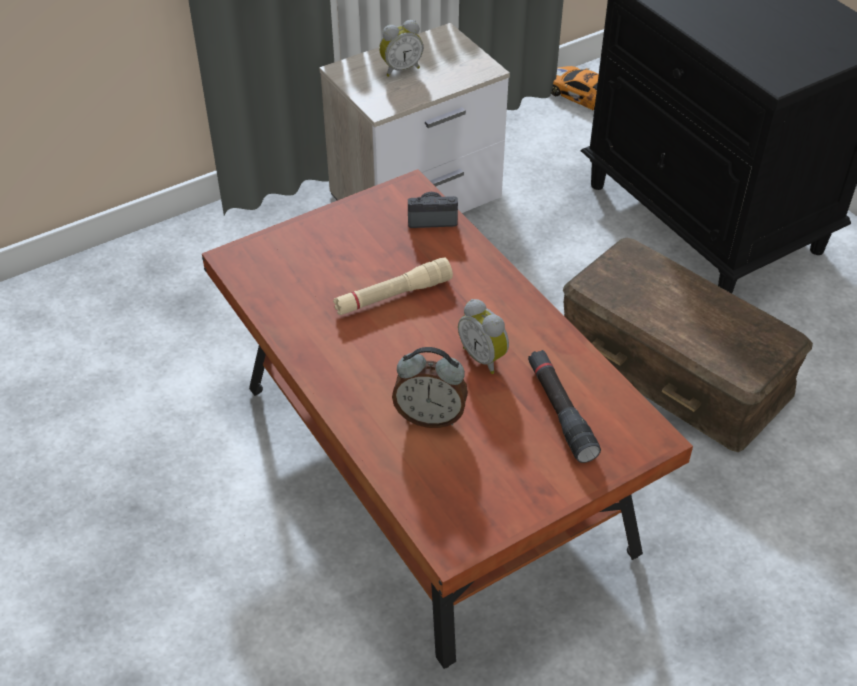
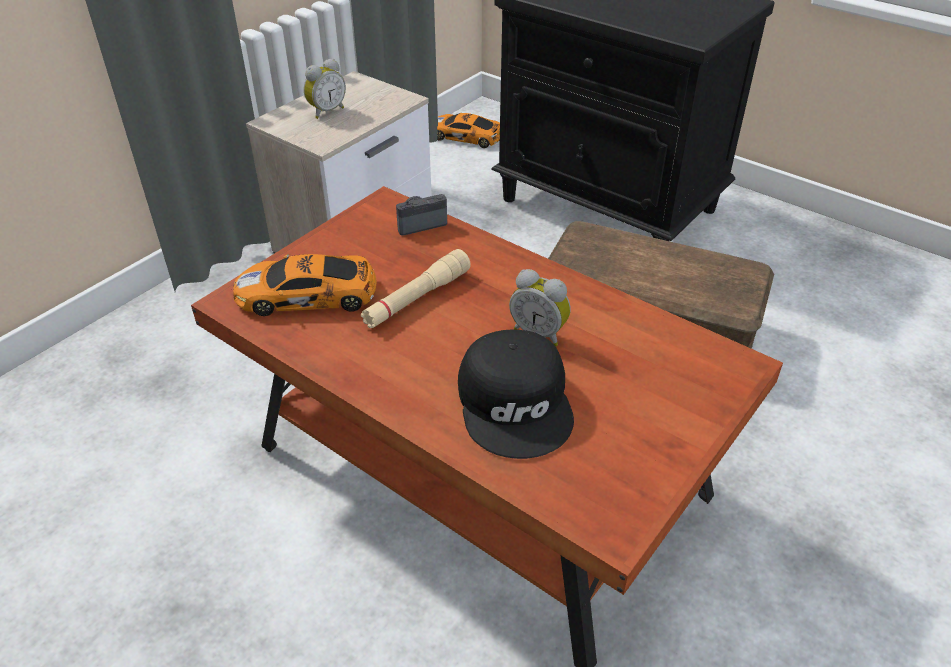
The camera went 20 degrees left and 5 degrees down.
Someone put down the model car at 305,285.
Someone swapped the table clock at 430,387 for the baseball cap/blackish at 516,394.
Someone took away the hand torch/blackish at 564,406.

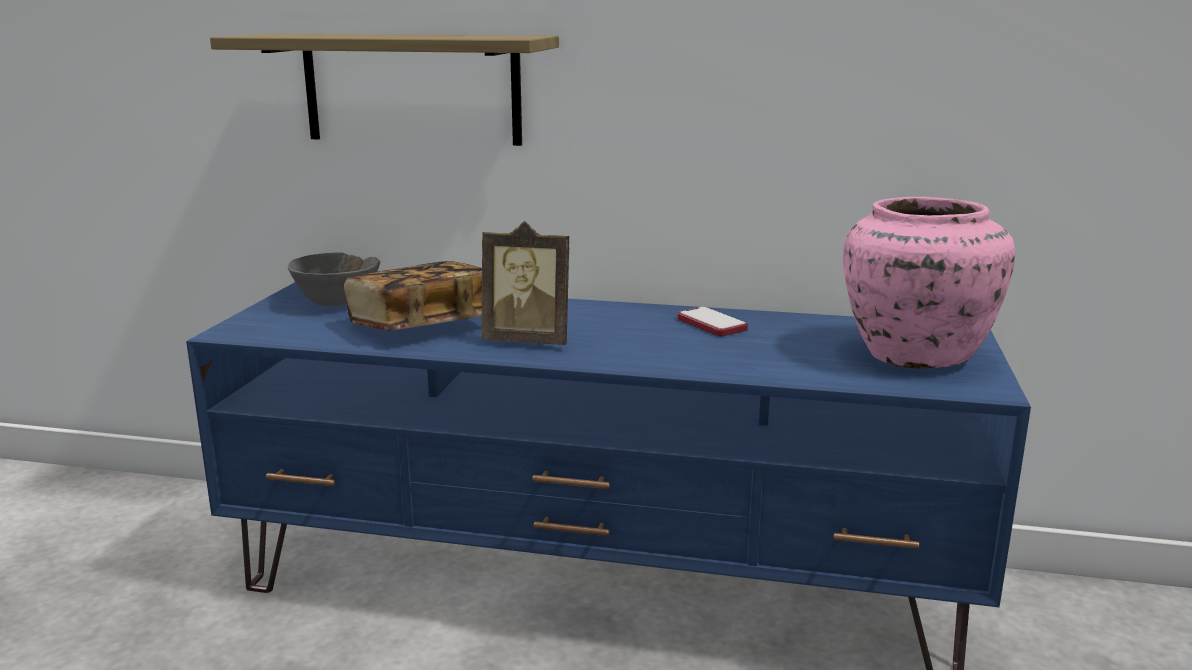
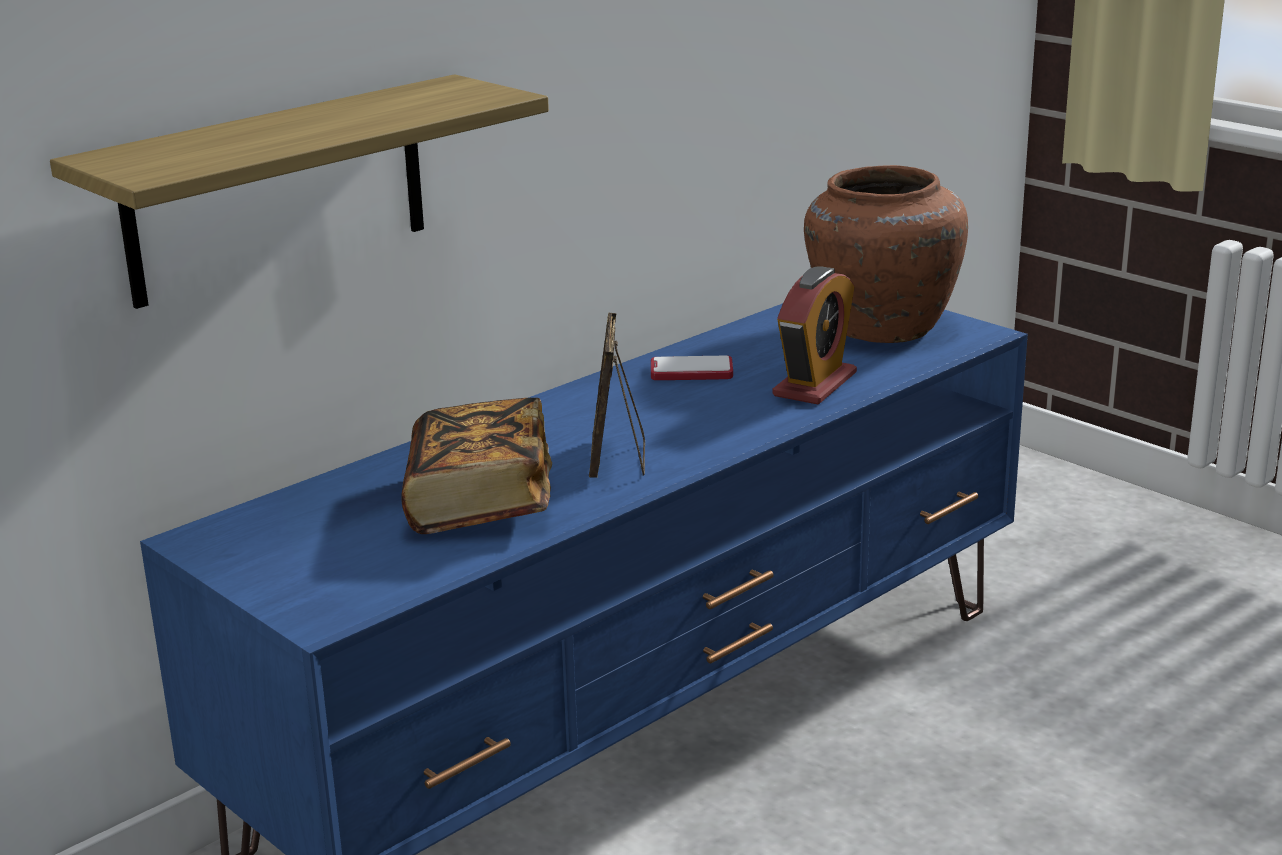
The camera went 55 degrees left and 5 degrees up.
Someone rotated the standing frame at 525,283 by 135 degrees clockwise.
Someone put down the table clock at 815,335.
Someone repainted the flower vase/pinkish at 929,283, which became the flower vase/brown-coloured at 886,254.
Someone took away the bowl/greyish at 334,279.

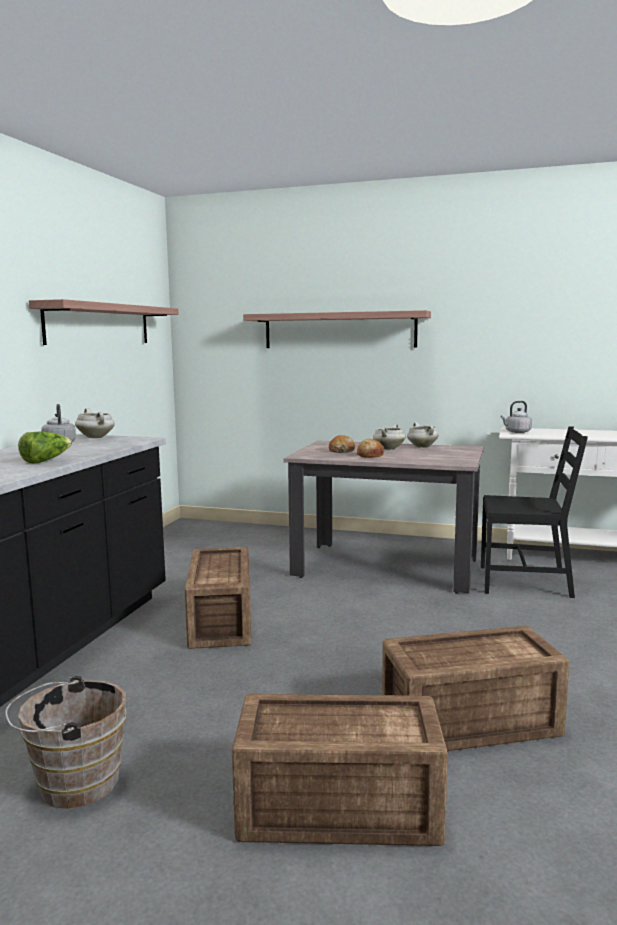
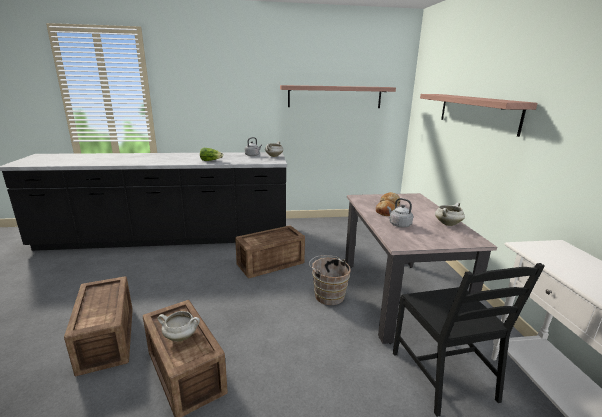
The camera went 65 degrees right and 10 degrees up.
Someone carried the cooking pot/whitish from 389,437 to 179,326.
Someone carried the pail/brown-coloured from 66,742 to 330,280.
Someone carried the water kettle/greyish from 516,417 to 400,212.

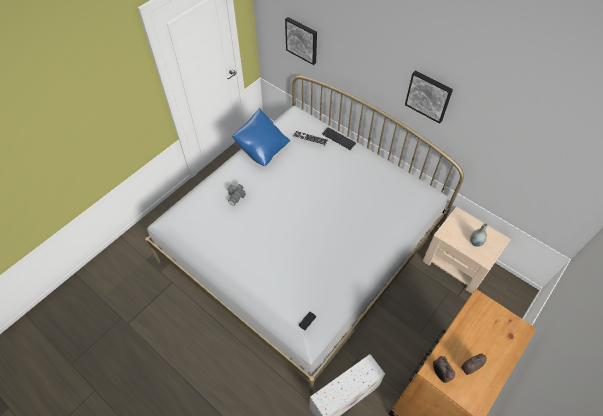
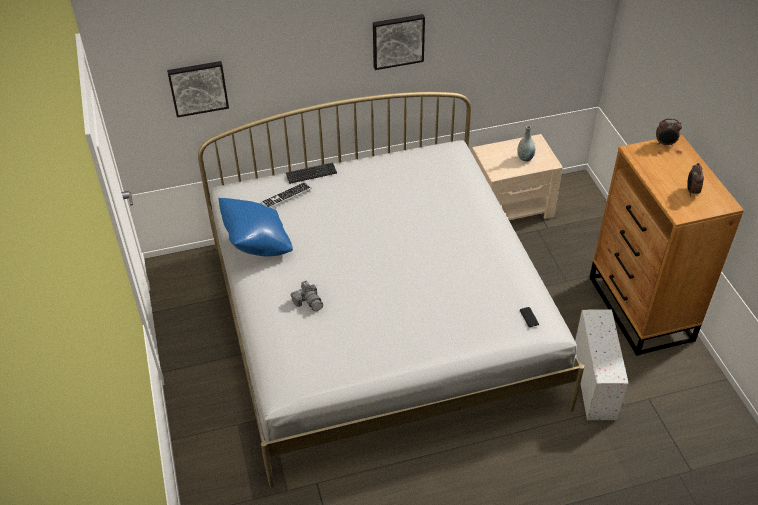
The camera went 55 degrees left and 10 degrees down.
Someone carried the table clock from 444,369 to 669,132.

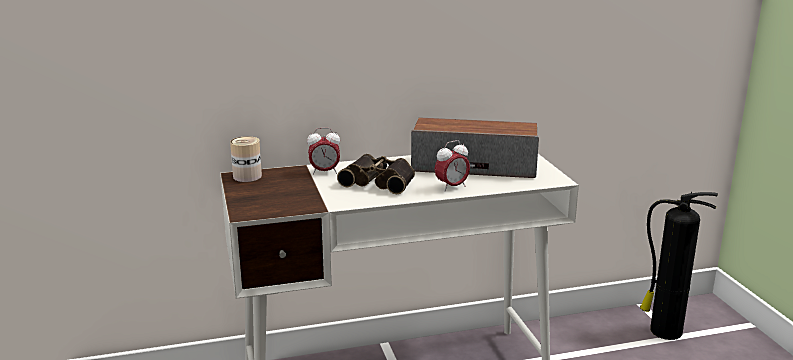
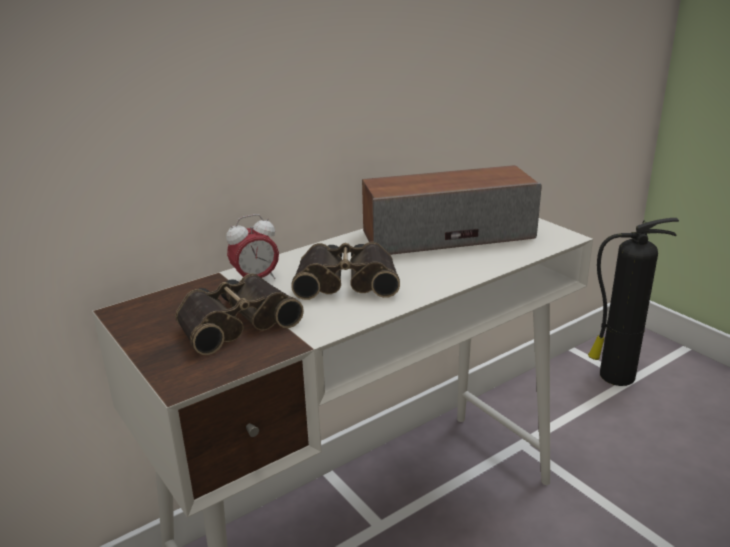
The camera went 20 degrees left and 5 degrees up.
Someone put down the binoculars at 239,314.
Someone took away the metal can at 246,159.
Someone took away the table clock at 452,165.

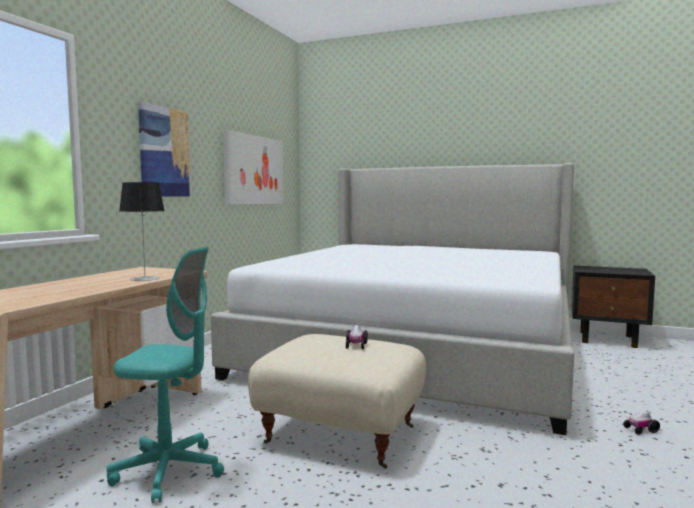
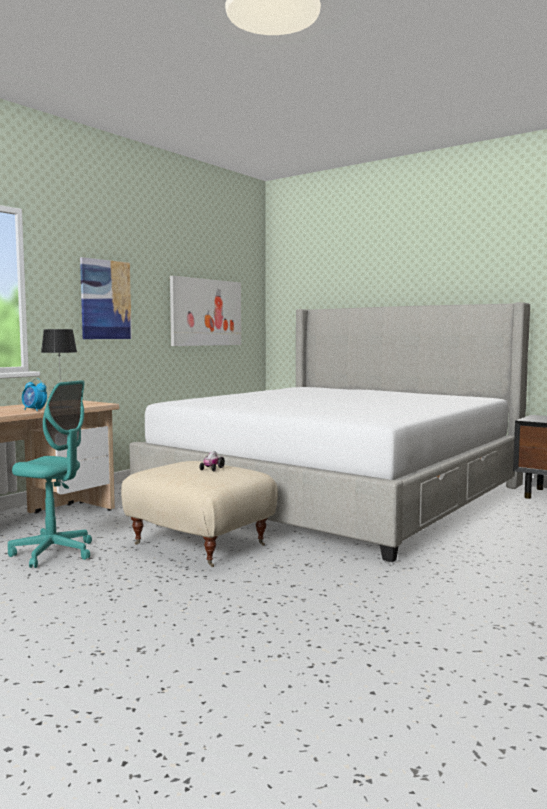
The camera went 15 degrees right and 0 degrees up.
Someone put down the table clock at 34,394.
Someone took away the model car at 641,423.

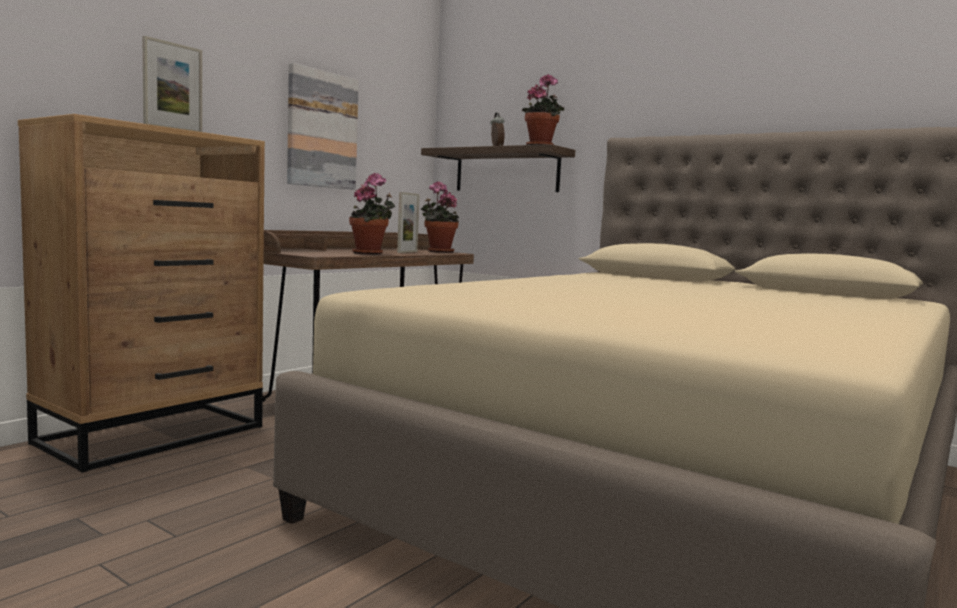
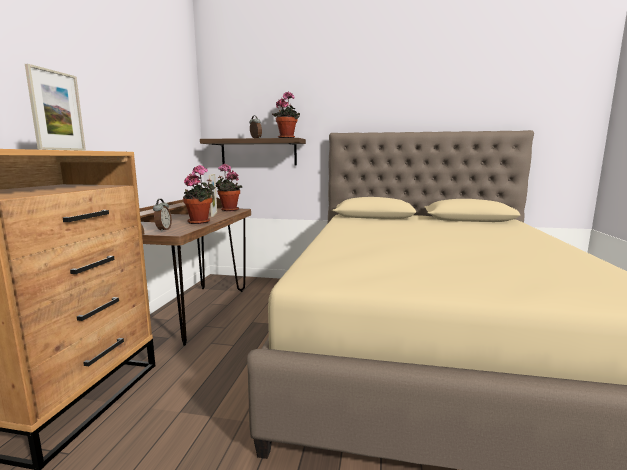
The camera went 25 degrees left and 5 degrees up.
Someone put down the table clock at 162,215.
Someone took away the wall picture at 323,126.

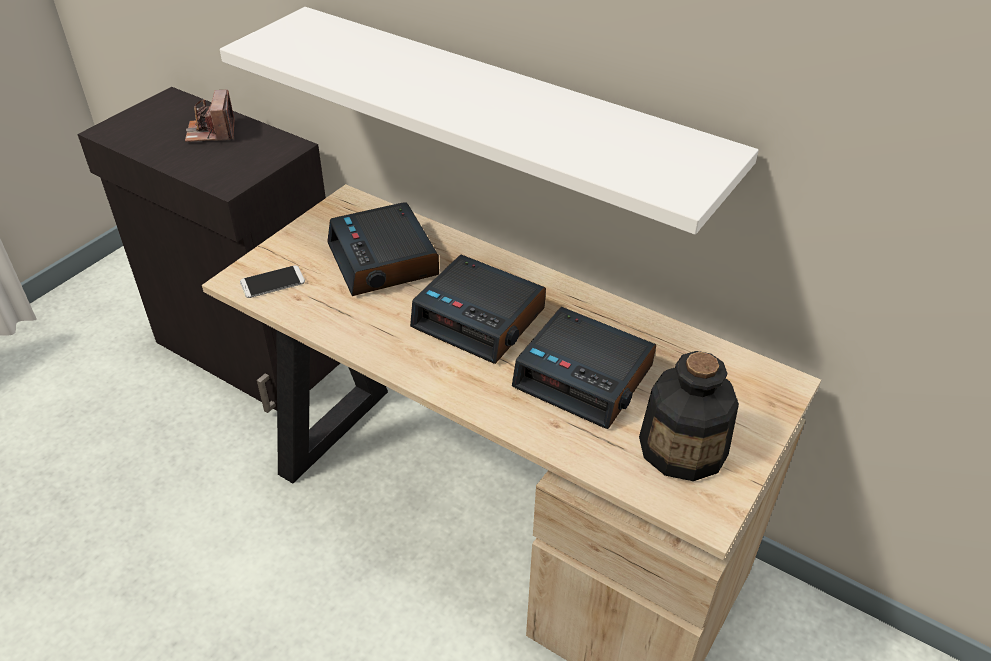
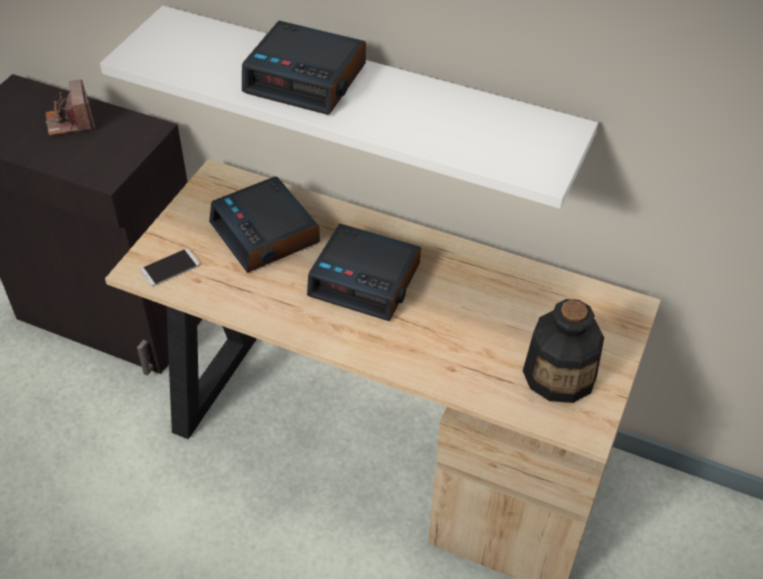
The camera went 10 degrees left and 5 degrees up.
Someone carried the table clock from 584,368 to 304,68.

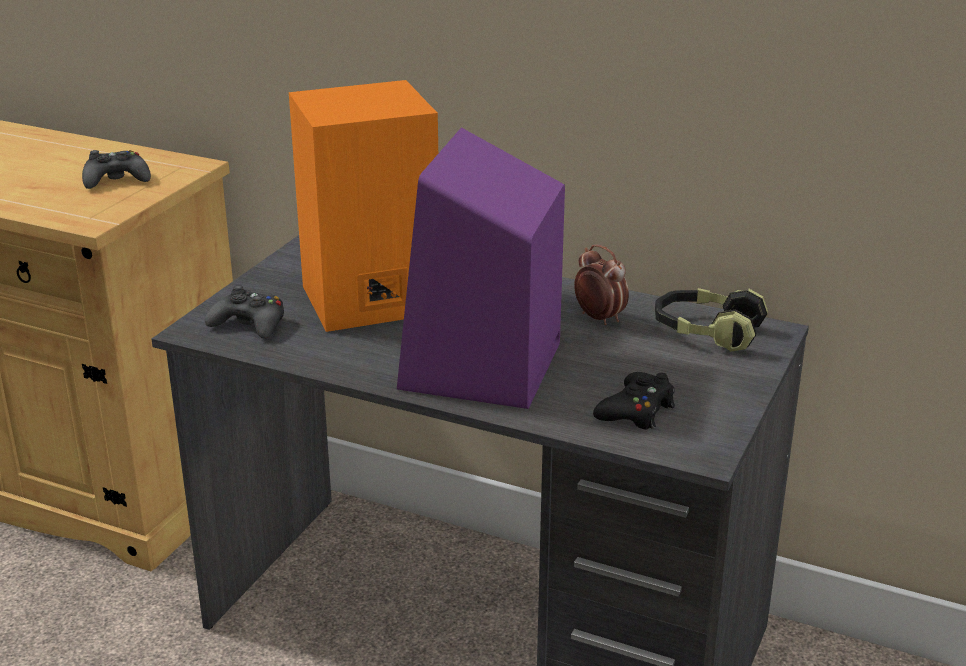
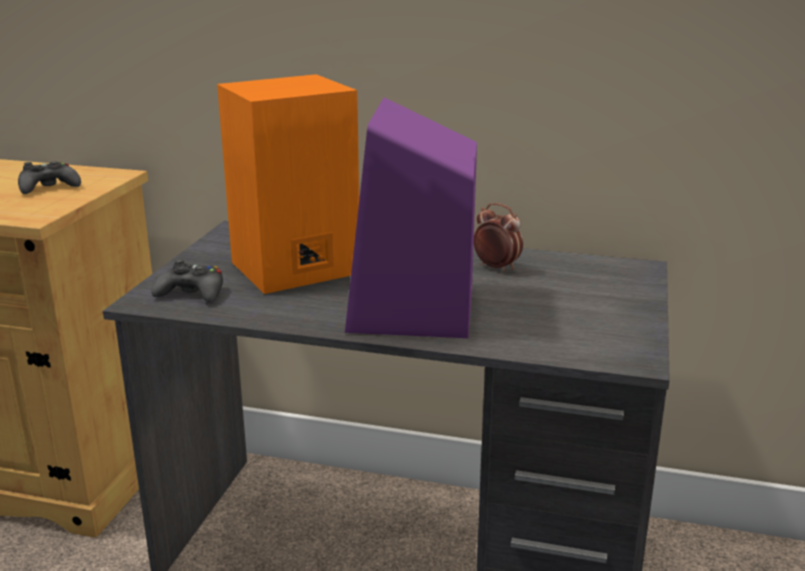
The camera went 10 degrees left and 5 degrees down.
Someone took away the joypad/blackish at 634,401.
Someone took away the headphones at 711,320.

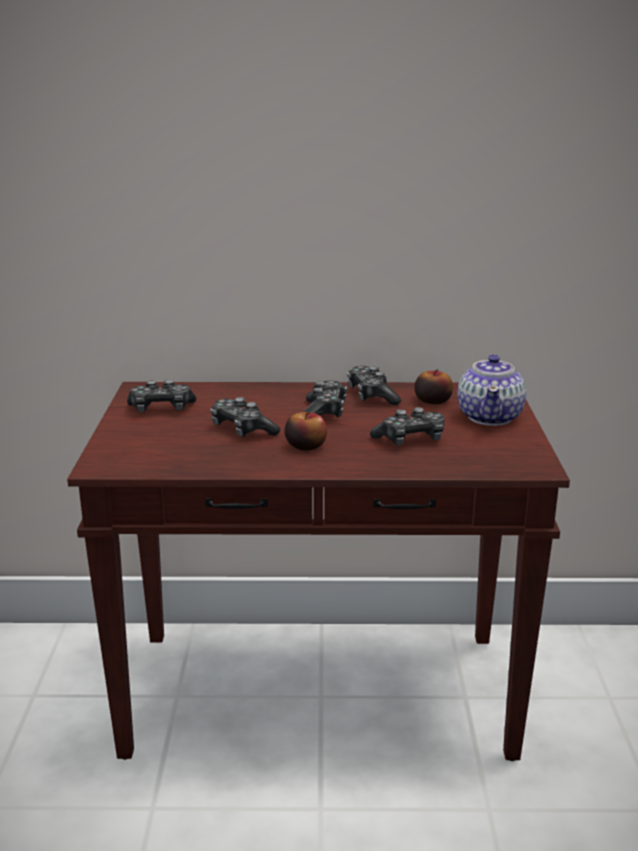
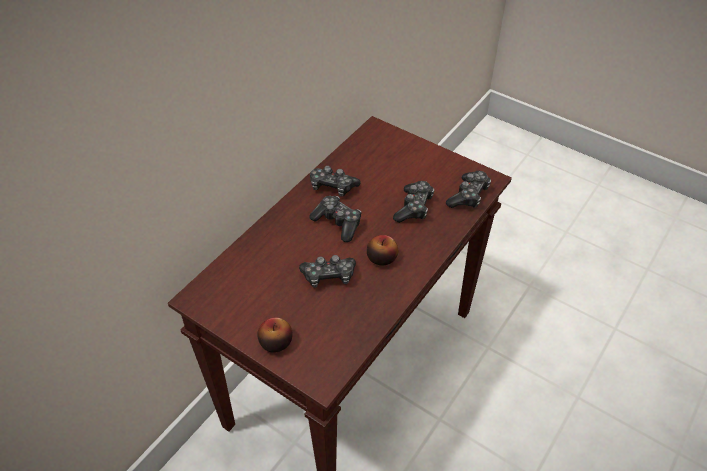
The camera went 55 degrees left and 25 degrees up.
Someone carried the apple from 433,386 to 275,335.
Someone carried the joypad from 161,395 to 468,189.
Someone took away the pot for tea at 492,390.

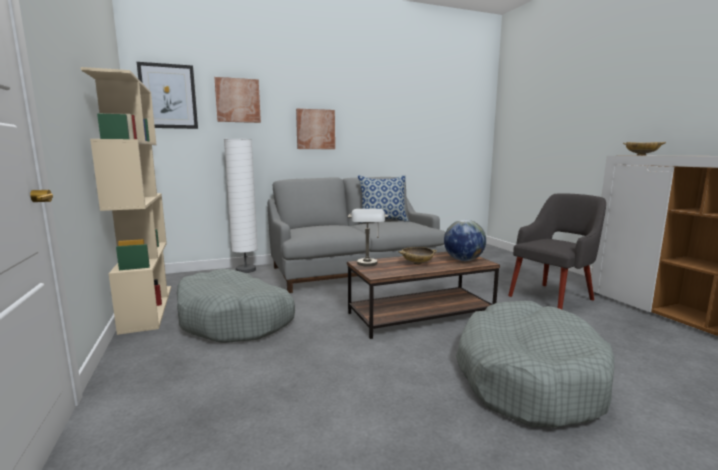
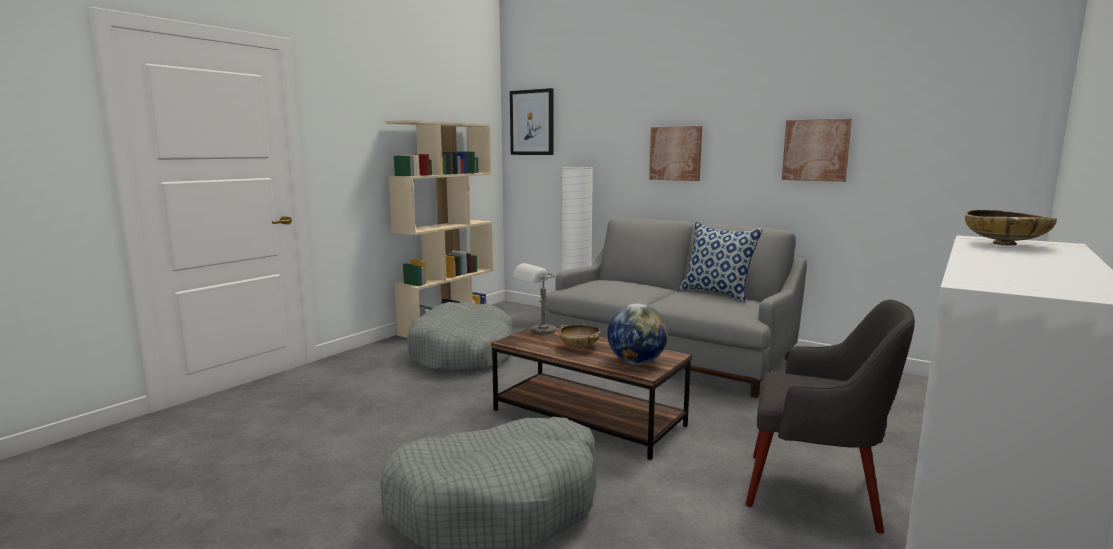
The camera went 55 degrees right and 0 degrees up.
Someone carried the wall picture from 237,100 to 817,150.

